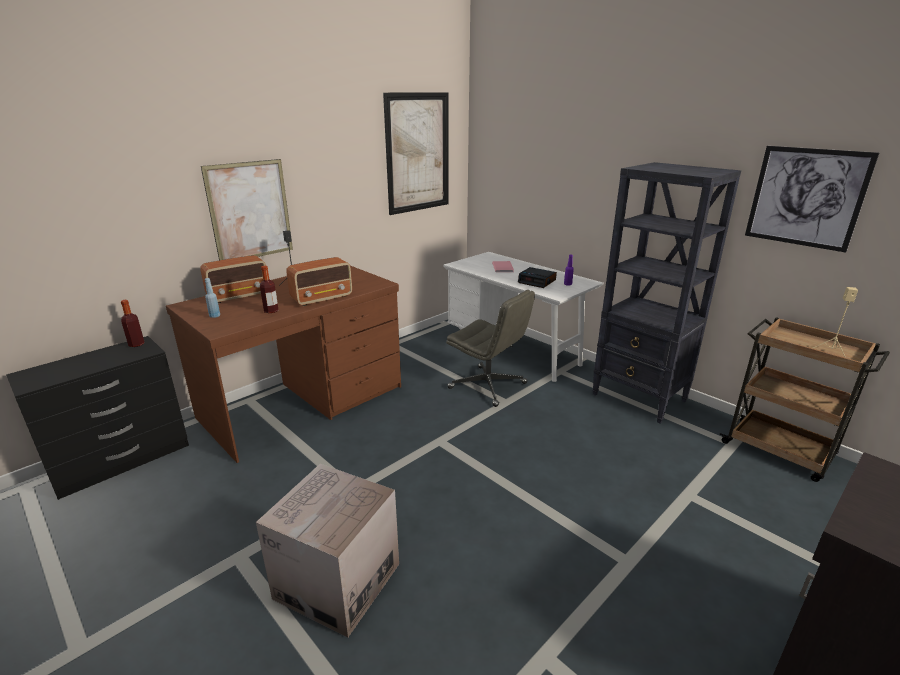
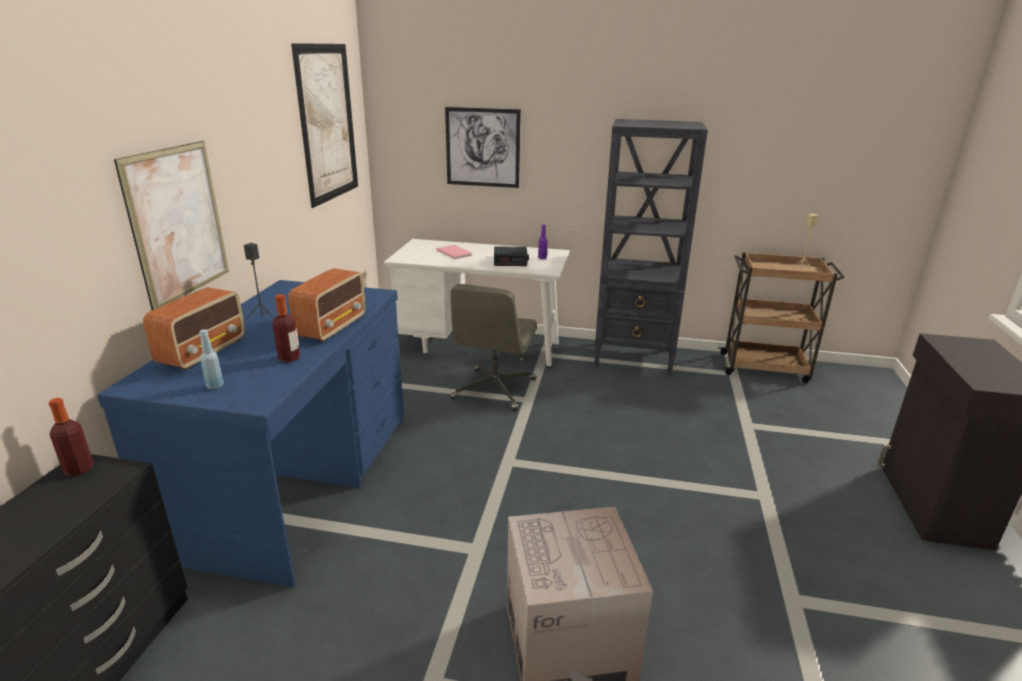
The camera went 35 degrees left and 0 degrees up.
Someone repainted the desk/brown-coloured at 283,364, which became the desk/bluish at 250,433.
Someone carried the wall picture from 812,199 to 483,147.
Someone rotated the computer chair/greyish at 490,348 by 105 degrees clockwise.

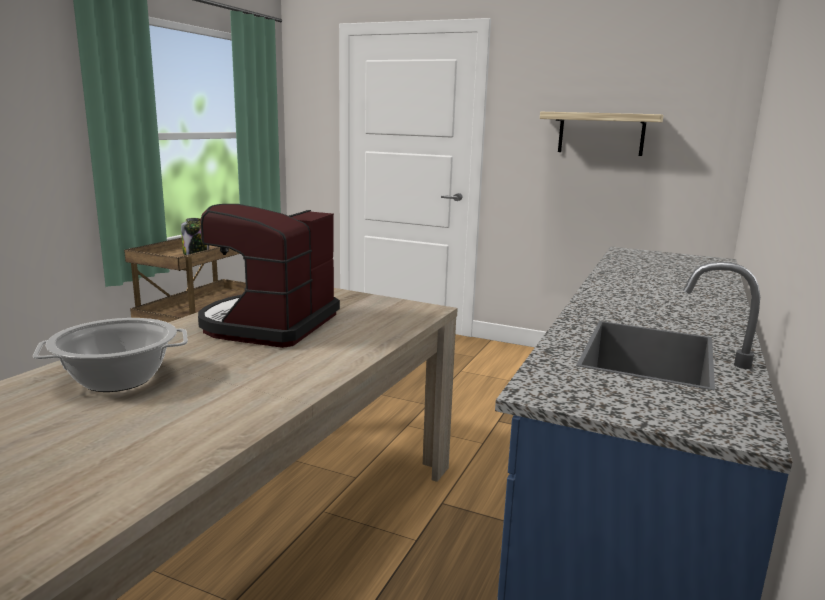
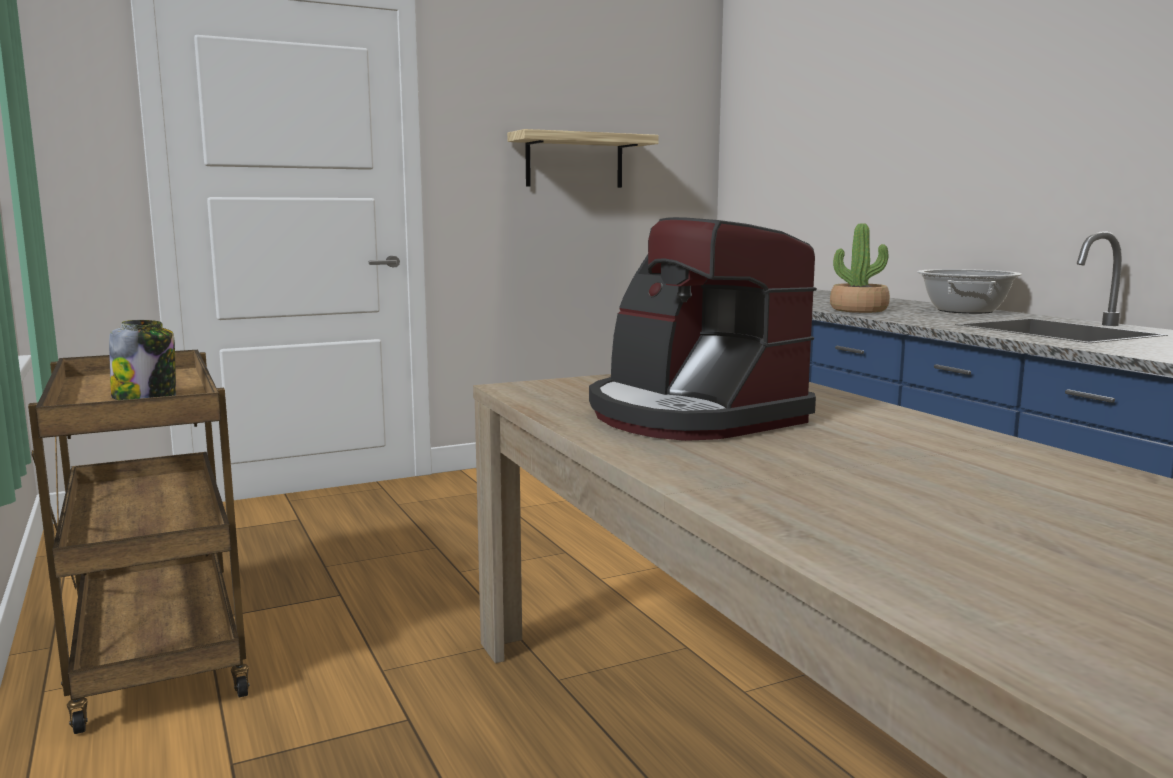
The camera went 50 degrees left and 5 degrees down.
Someone put down the plant in a pot at 860,268.
Someone carried the cooking pot from 110,355 to 969,291.

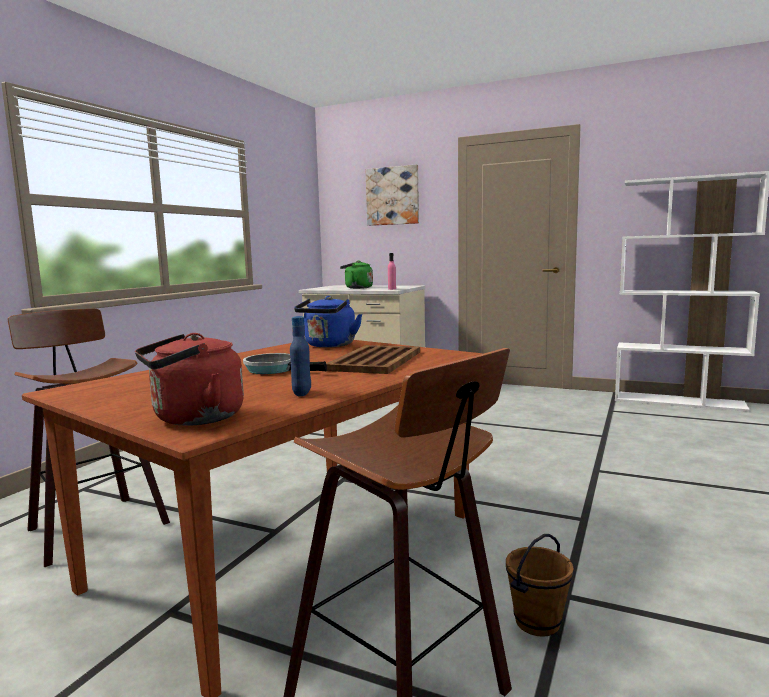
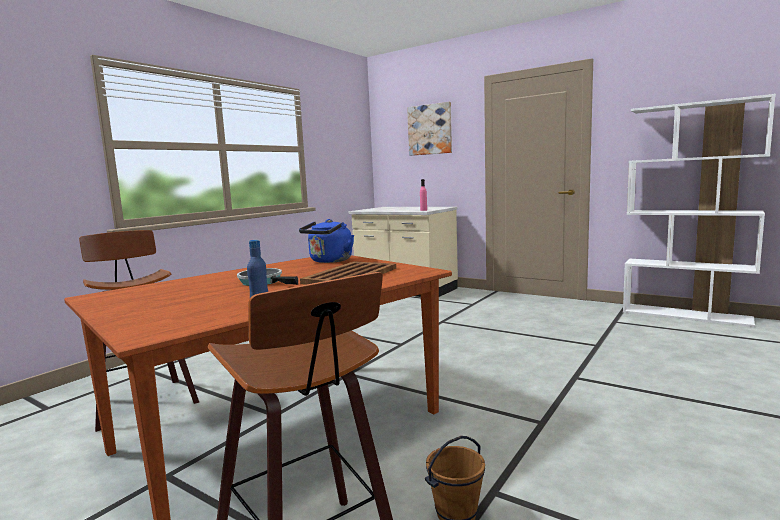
The camera went 10 degrees right and 0 degrees up.
Someone took away the water kettle/red-coloured at 189,379.
Someone took away the water kettle/green-coloured at 356,274.

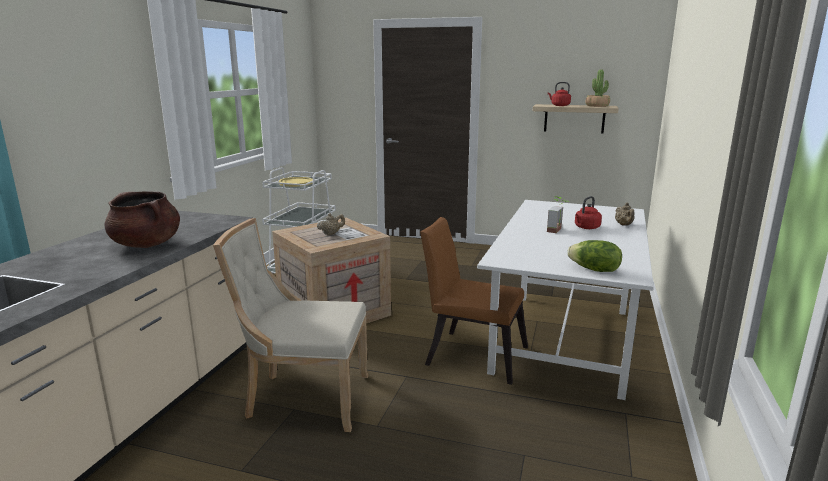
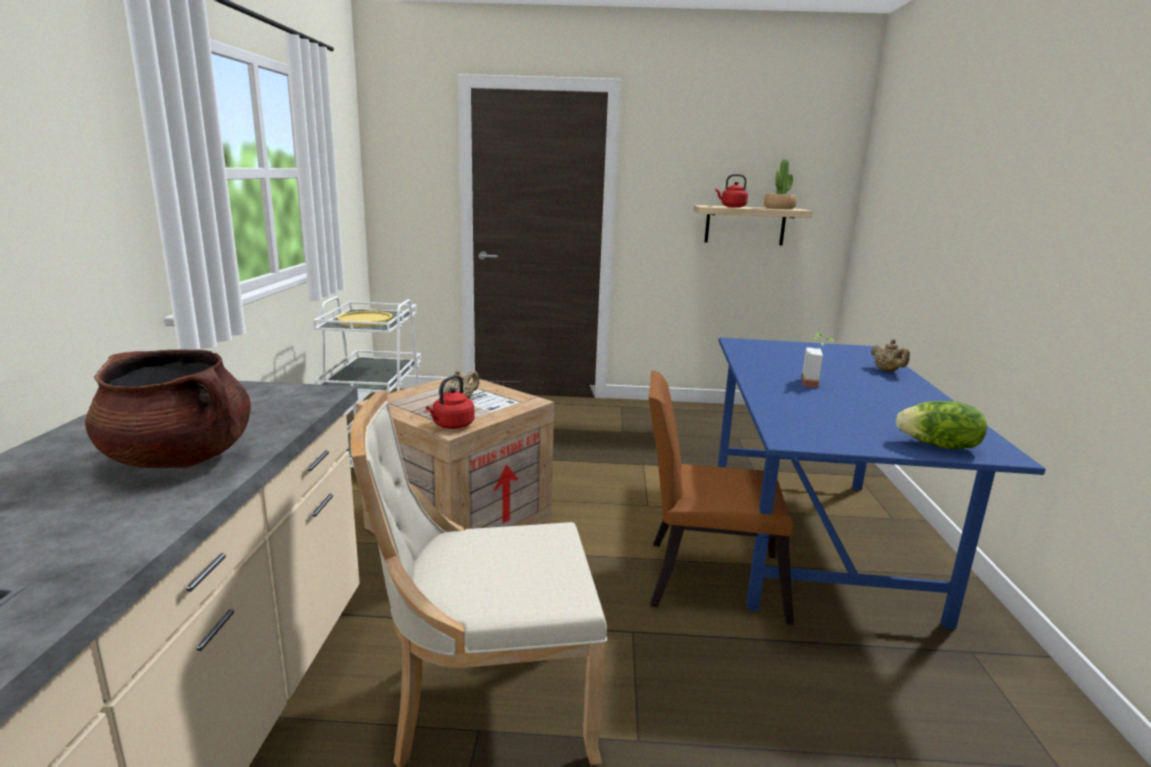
The camera went 15 degrees left and 0 degrees up.
Someone carried the water kettle/red-coloured from 588,212 to 450,402.
Someone repainted the dinner table/whitish at 565,300, which became the dinner table/bluish at 882,483.

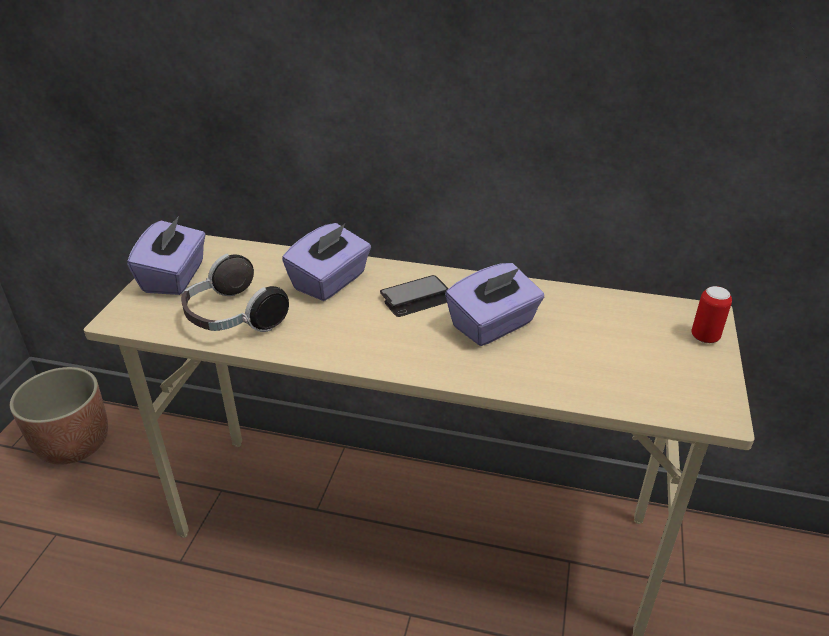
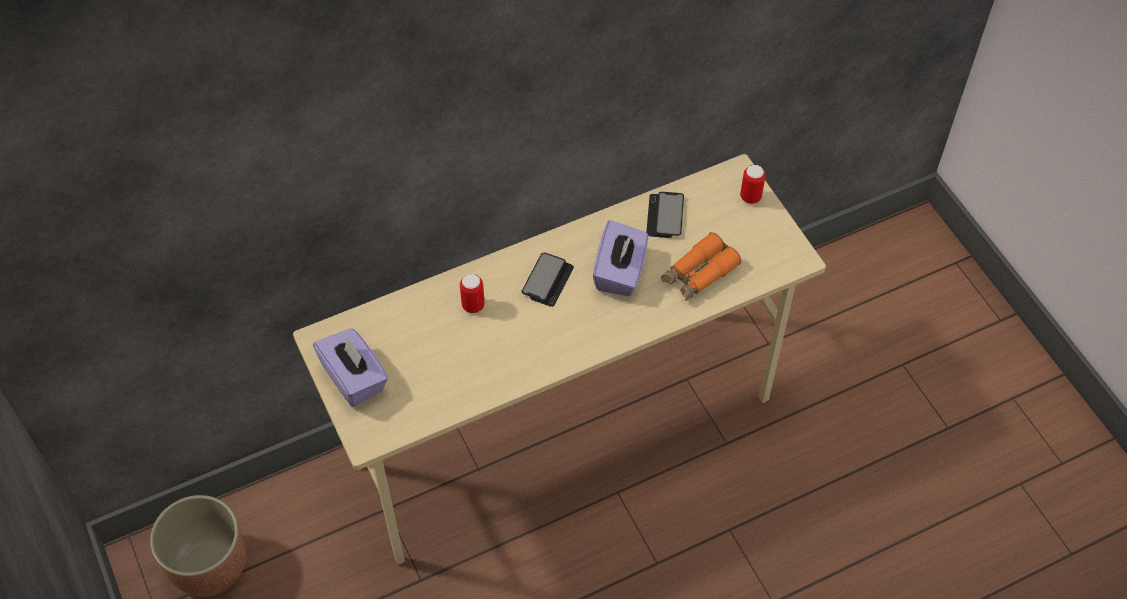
The camera went 40 degrees left and 20 degrees up.
Someone swapped the tissue holder/purplish at 326,262 for the metal can at 472,293.
Someone put down the telephone at 665,215.
Someone put down the binoculars/orangey at 701,266.
Someone took away the headphones at 235,293.

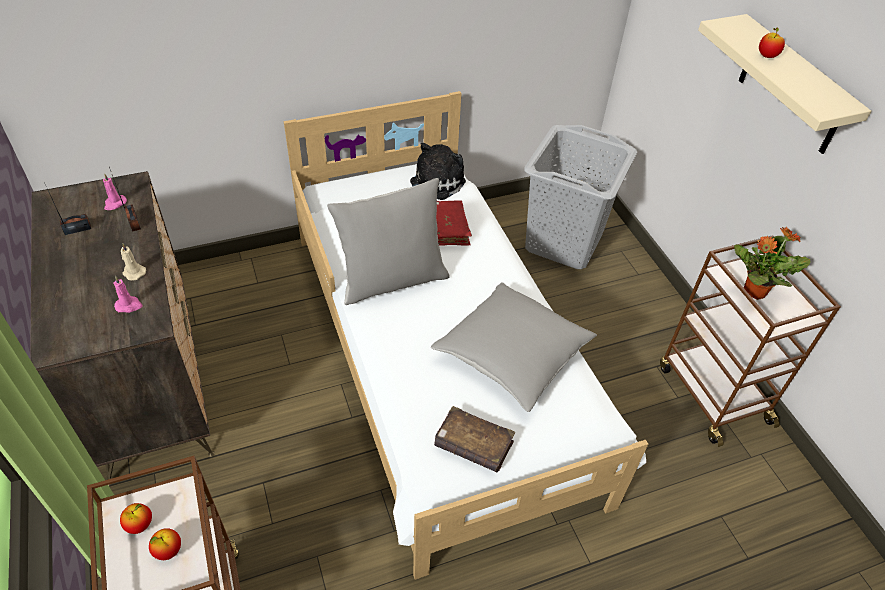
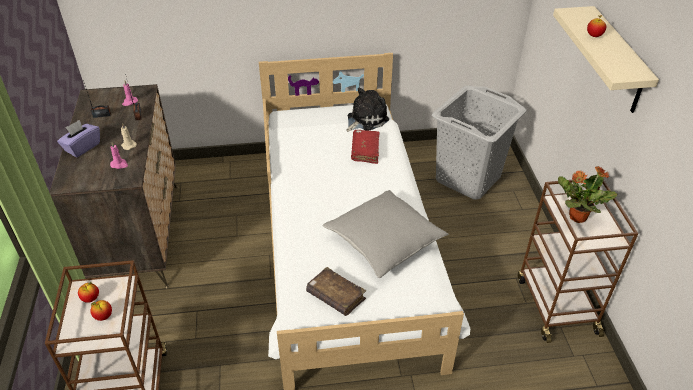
The camera went 15 degrees right and 5 degrees down.
Someone put down the tissue holder/purplish at 78,138.
Someone took away the pillow/greyish at 388,241.

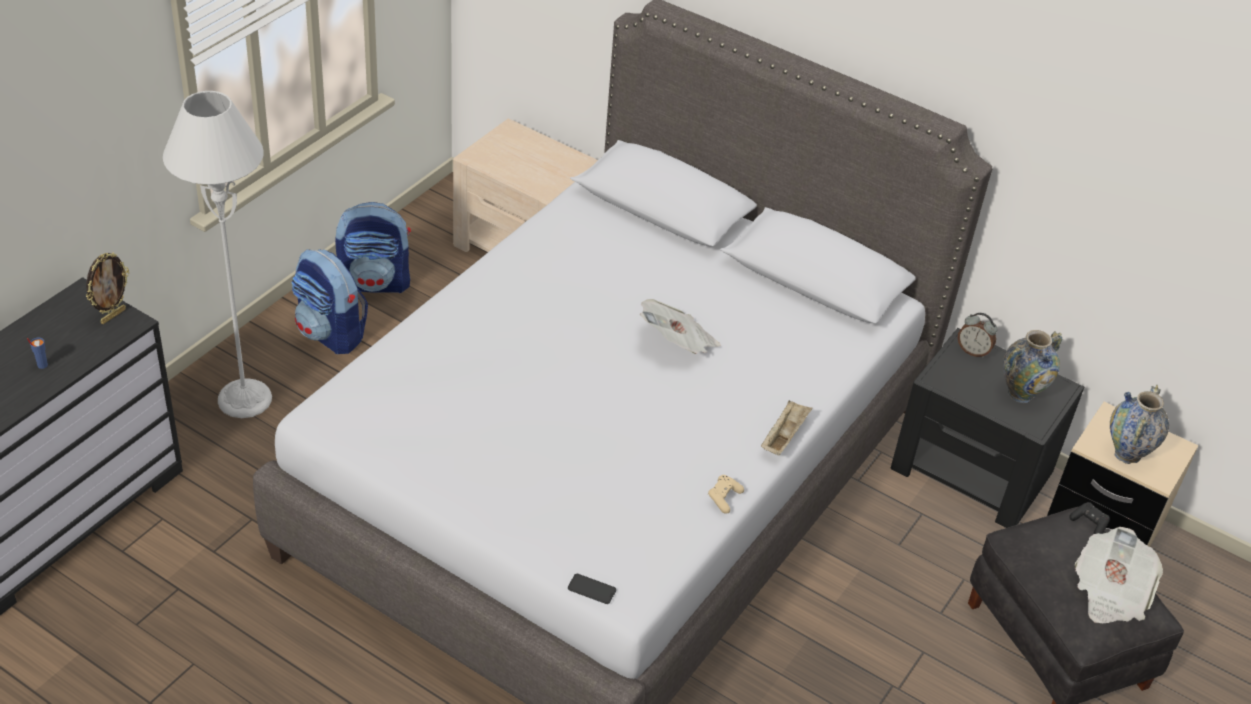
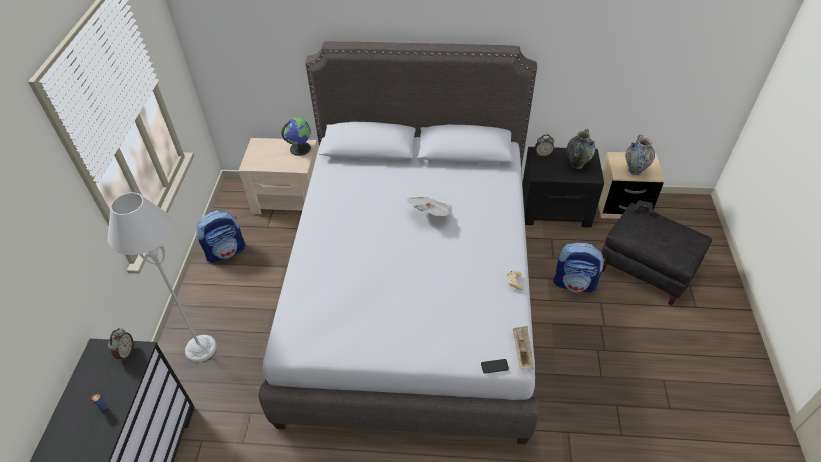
The camera went 25 degrees left and 5 degrees up.
Someone swapped the standing frame at 107,288 for the table clock at 120,344.
Someone put down the world globe at 296,136.
Someone carried the carrying tray/beige from 786,428 to 523,347.
Someone carried the rucksack from 330,301 to 579,267.
Someone took away the printed paper at 1119,575.

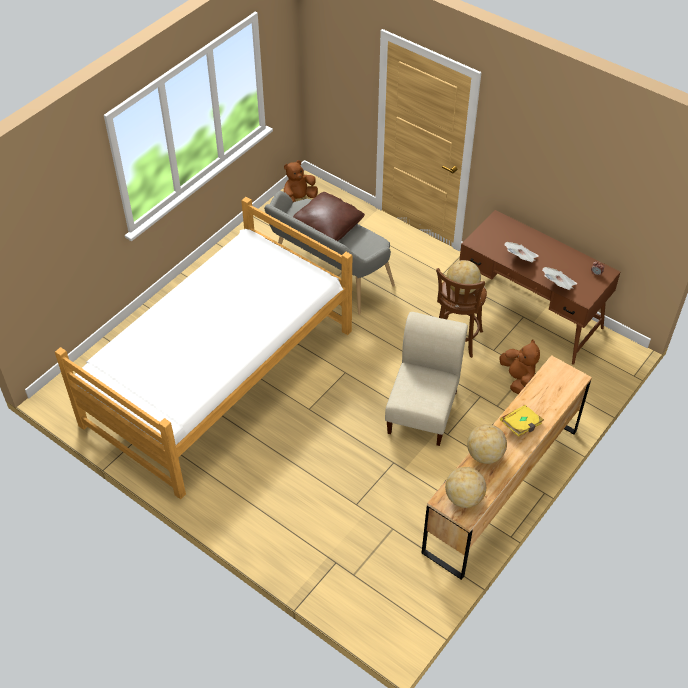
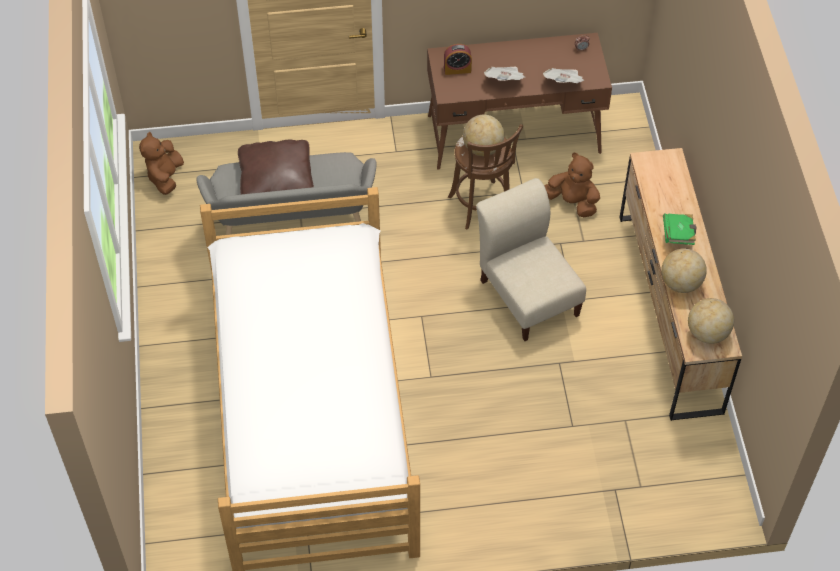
The camera went 45 degrees left and 5 degrees up.
Someone put down the table clock at 458,59.
Someone repainted the volume/yellowish at 522,421, which became the volume/green-coloured at 679,229.

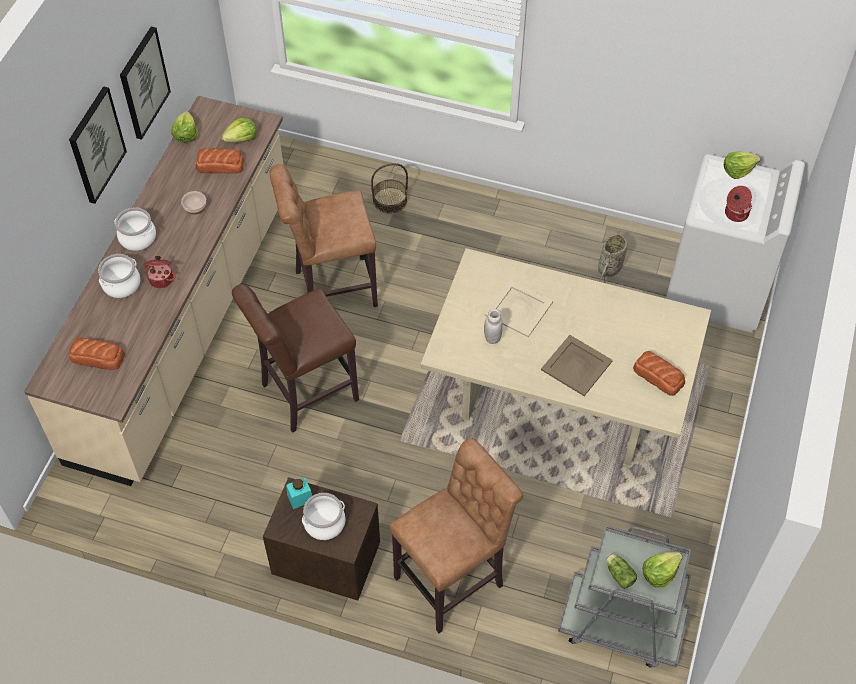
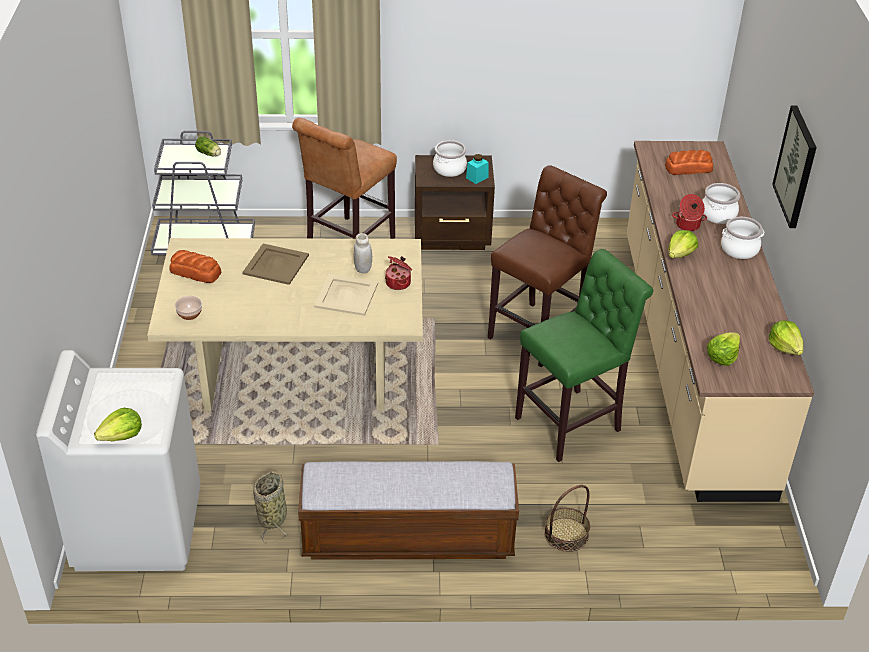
The camera went 160 degrees right and 15 degrees down.
Someone carried the bowl from 193,203 to 188,308.
Someone put down the bench at 408,510.
Someone carried the cooking pot from 738,204 to 398,273.
Someone repainted the sitting stool/brown-coloured at 324,235, which became the sitting stool/green-coloured at 584,355.
Someone carried the lettuce from 662,570 to 683,244.
Someone took away the wall picture at 145,83.
Someone took away the baked bread at 220,161.

